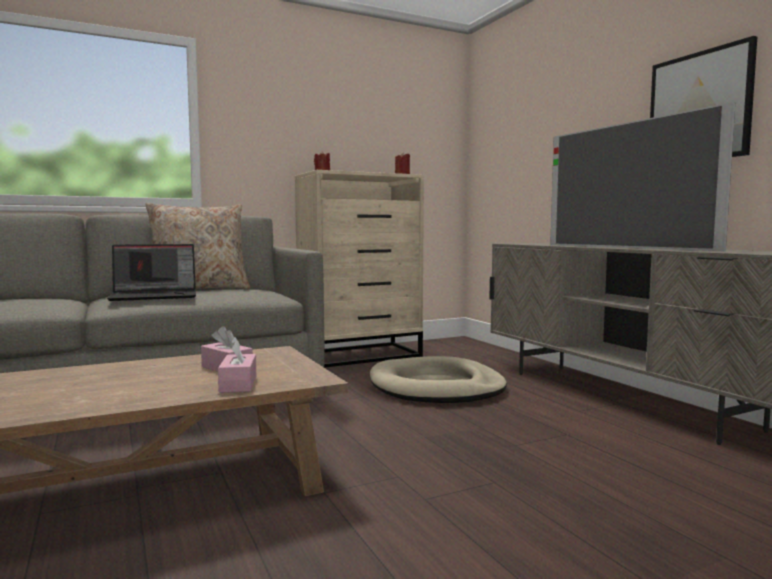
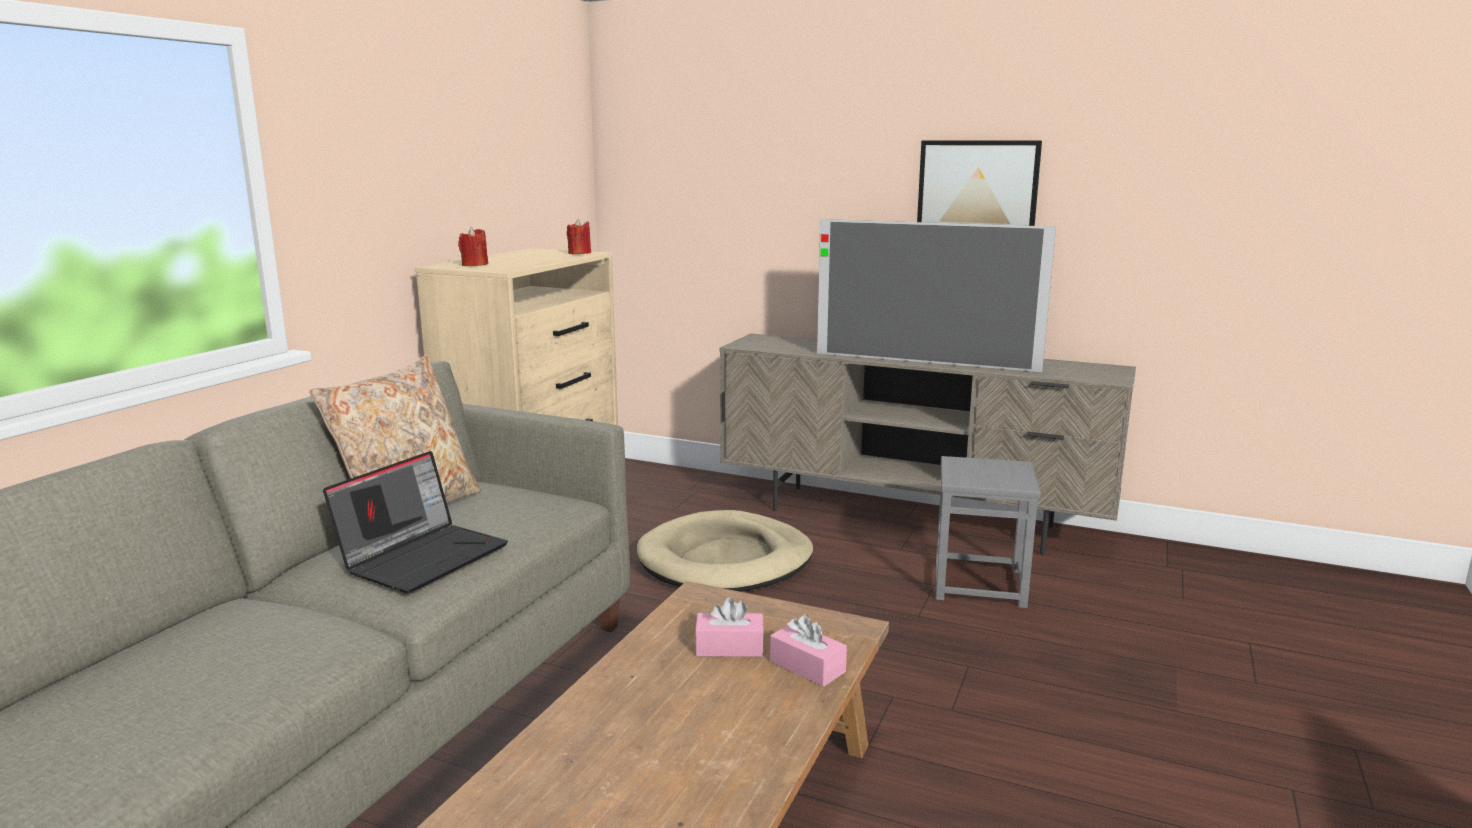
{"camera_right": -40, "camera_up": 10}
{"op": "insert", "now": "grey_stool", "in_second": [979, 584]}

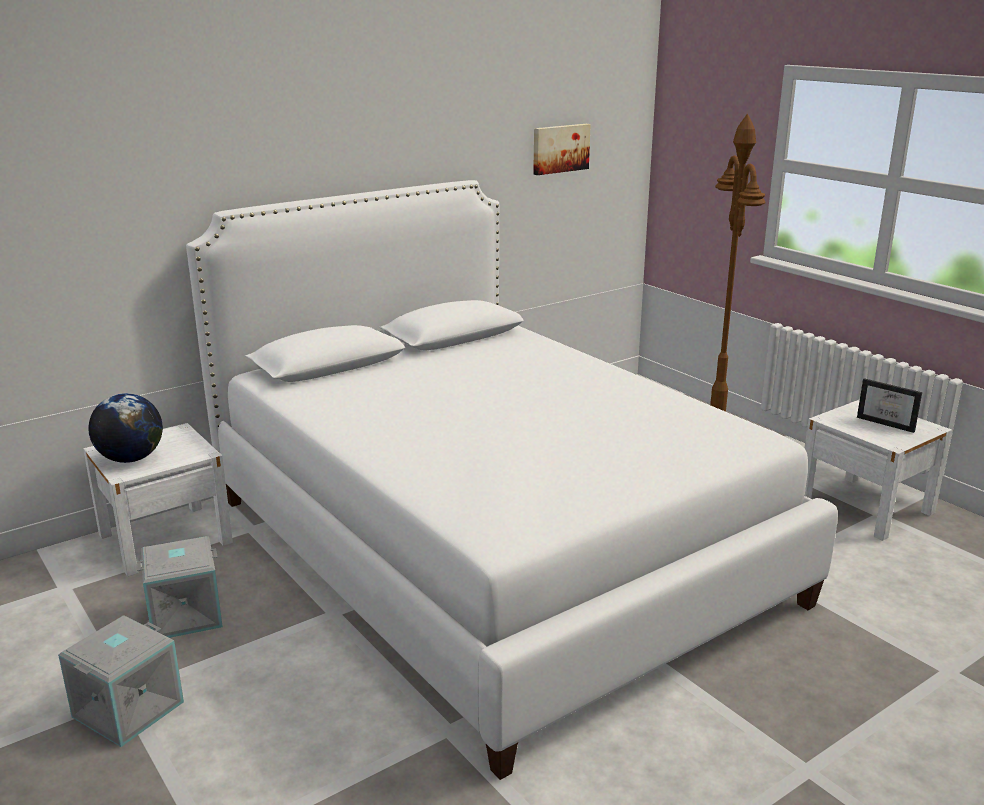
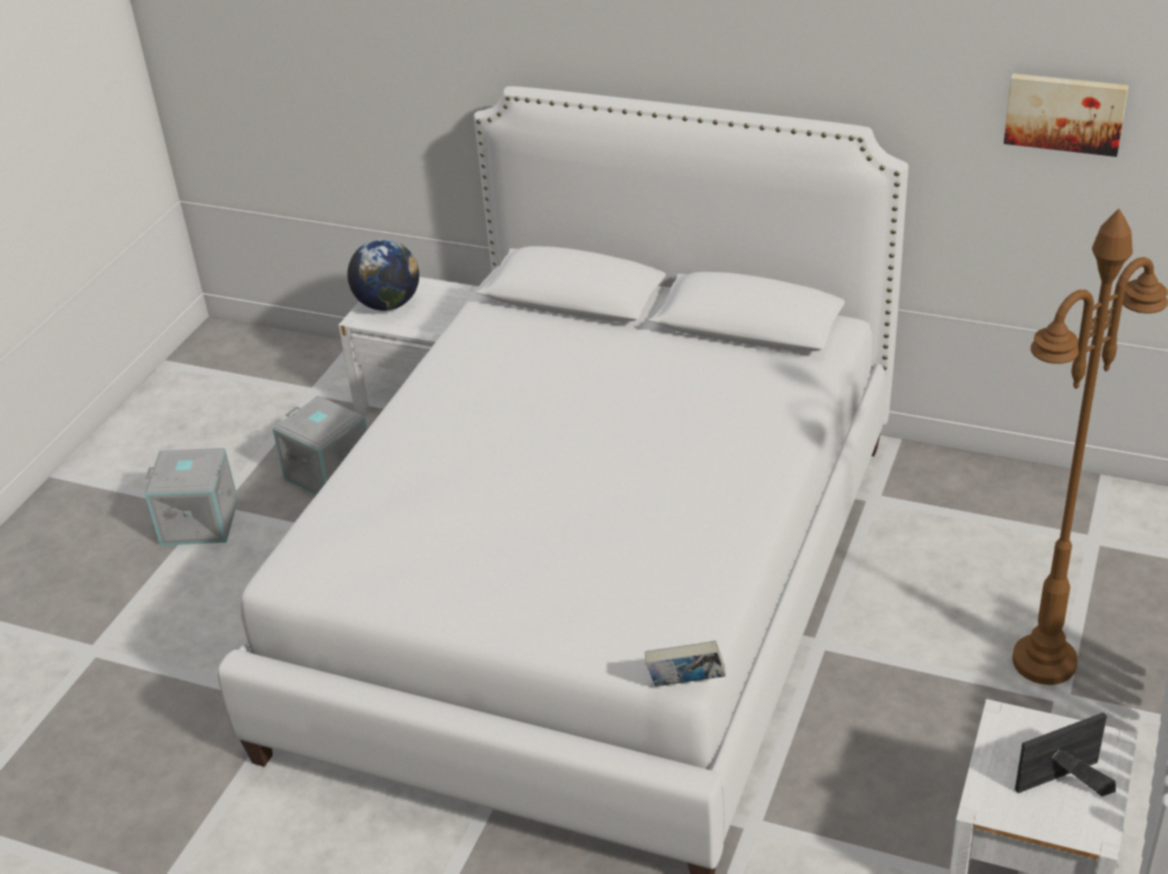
{"camera_right": 60, "camera_up": 15}
{"op": "insert", "now": "book", "in_second": [685, 685]}
{"op": "rotate", "was": "picture_frame", "in_first": [888, 423], "in_second": [1060, 783], "clockwise": 60}

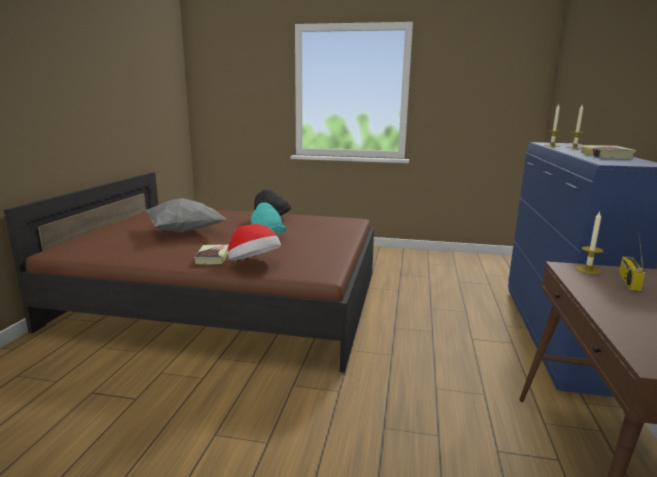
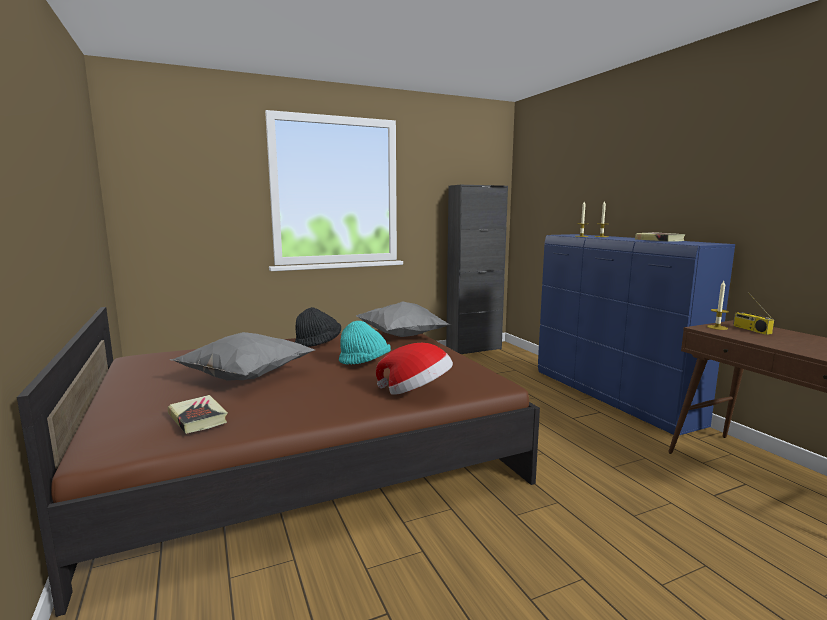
{"camera_right": -35, "camera_up": -5}
{"op": "move", "was": "book", "in_first": [212, 257], "in_second": [198, 418]}
{"op": "insert", "now": "grey_pillow", "in_second": [403, 337]}
{"op": "insert", "now": "black_cabinet", "in_second": [473, 349]}

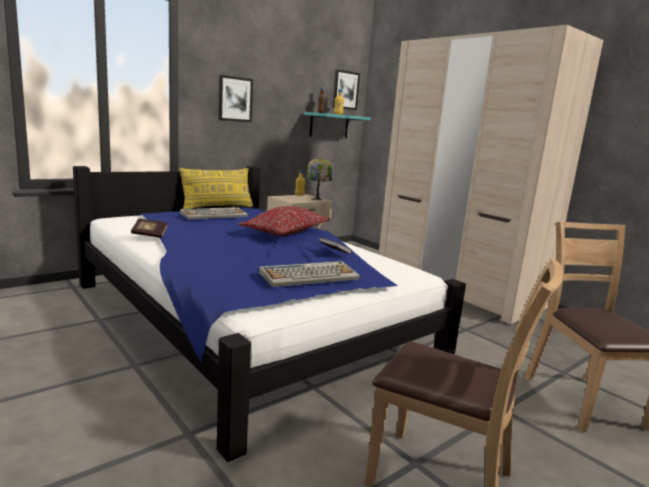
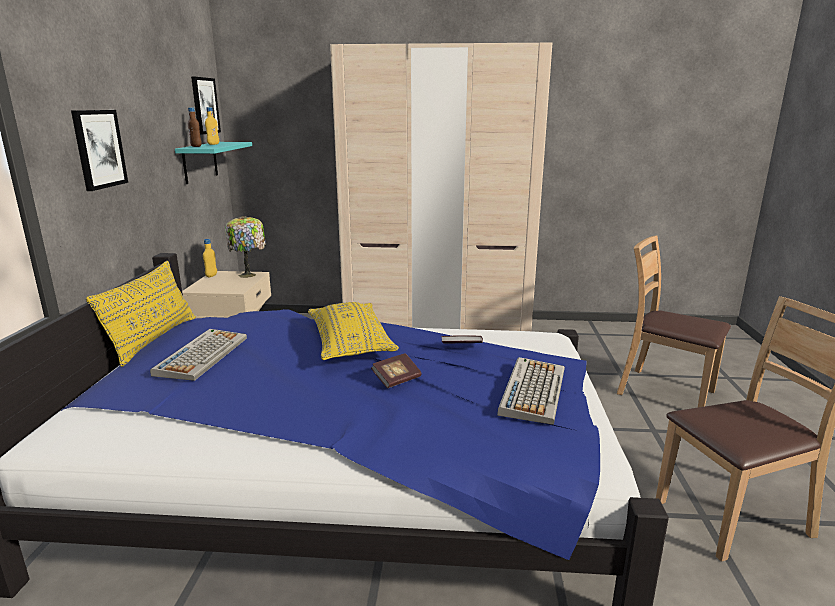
{"camera_right": -45, "camera_up": 5}
{"op": "recolor", "was": "red_pillow", "now": "yellow_pillow", "in_first": [286, 233], "in_second": [350, 344]}
{"op": "move", "was": "book", "in_first": [149, 235], "in_second": [396, 379]}

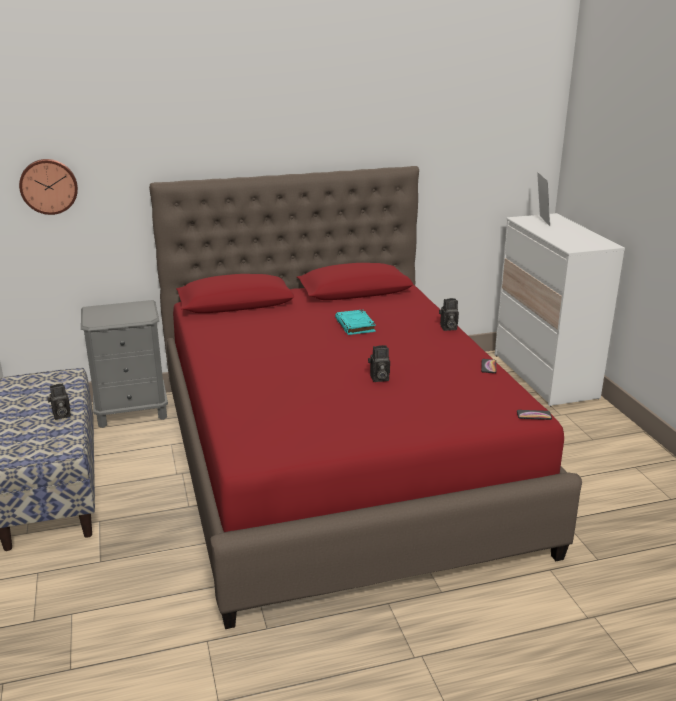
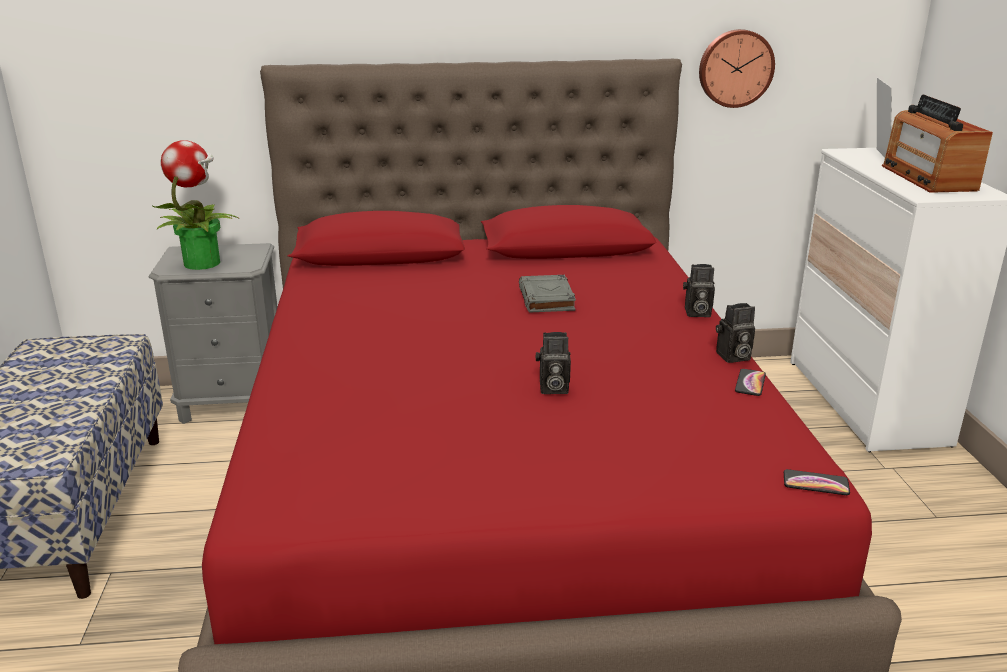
{"camera_right": 10, "camera_up": 0}
{"op": "insert", "now": "potted_plant", "in_second": [202, 262]}
{"op": "recolor", "was": "turquoise_book", "now": "grey_book", "in_first": [355, 325], "in_second": [547, 299]}
{"op": "move", "was": "wall_clock", "in_first": [49, 186], "in_second": [735, 68]}
{"op": "move", "was": "photo_camera", "in_first": [61, 415], "in_second": [732, 357]}
{"op": "insert", "now": "radio", "in_second": [928, 178]}

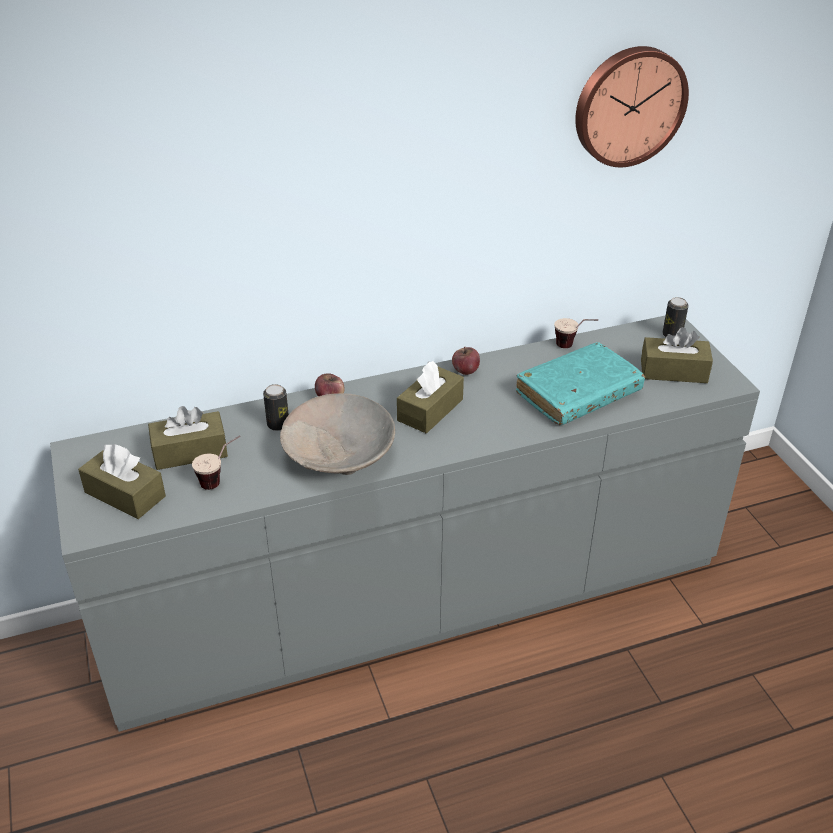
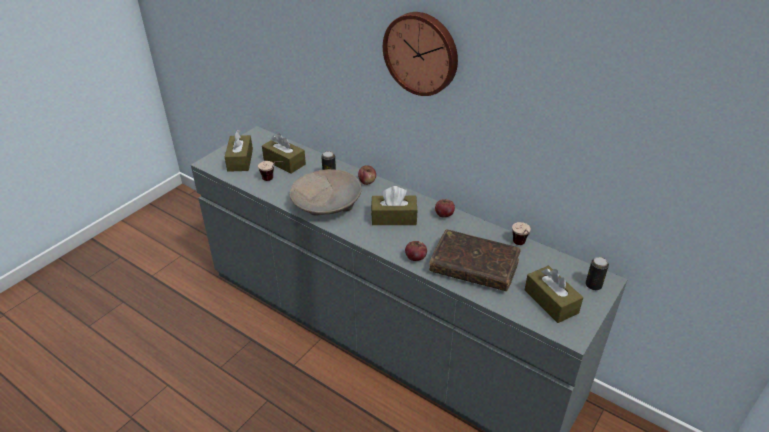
{"camera_right": 55, "camera_up": 0}
{"op": "move", "was": "wall_clock", "in_first": [628, 105], "in_second": [422, 53]}
{"op": "insert", "now": "apple", "in_second": [415, 257]}
{"op": "recolor", "was": "turquoise_book", "now": "brown_book", "in_first": [578, 394], "in_second": [474, 267]}

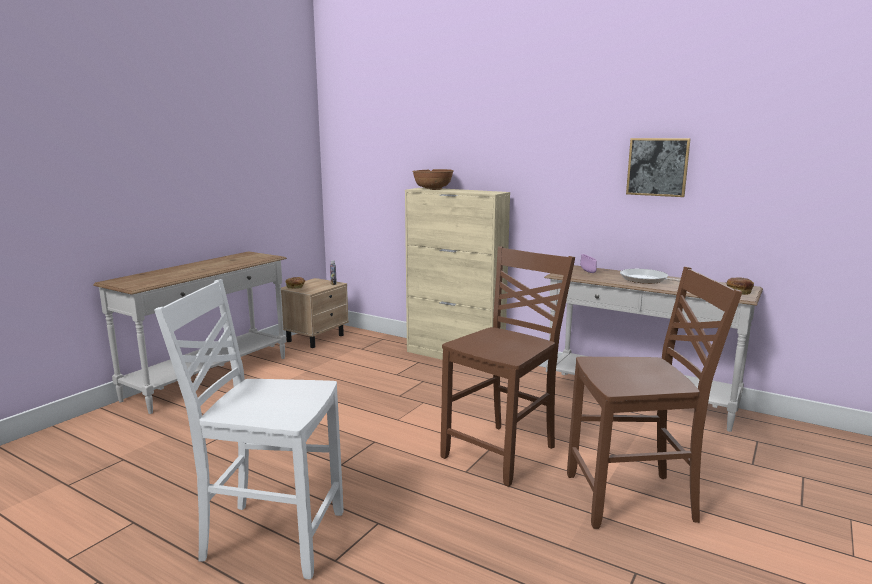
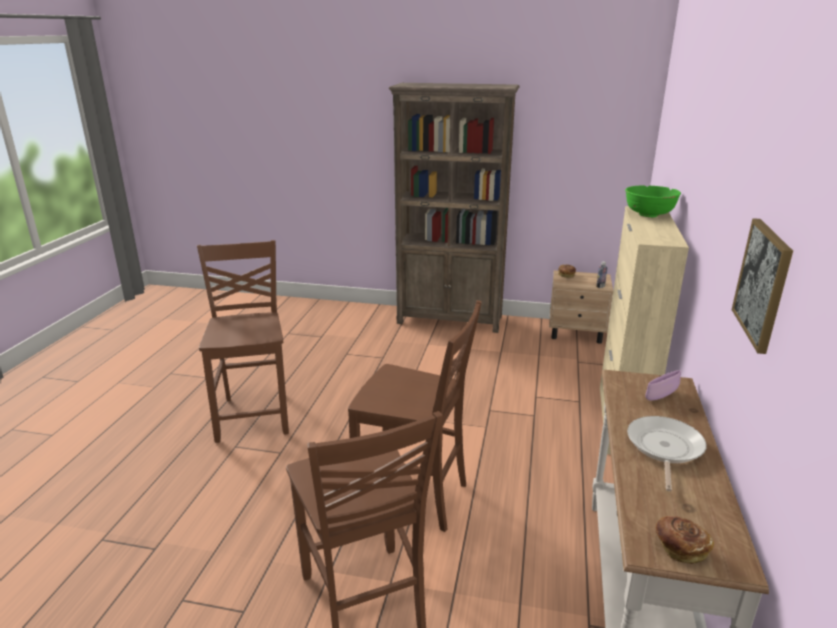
{"camera_right": 70, "camera_up": 10}
{"op": "recolor", "was": "white_chair", "now": "brown_chair", "in_first": [271, 536], "in_second": [255, 415]}
{"op": "replace", "was": "white_console_table", "now": "brown_bookcase", "in_first": [210, 378], "in_second": [450, 320]}
{"op": "recolor", "was": "brown_bowl", "now": "green_bowl", "in_first": [433, 189], "in_second": [648, 214]}

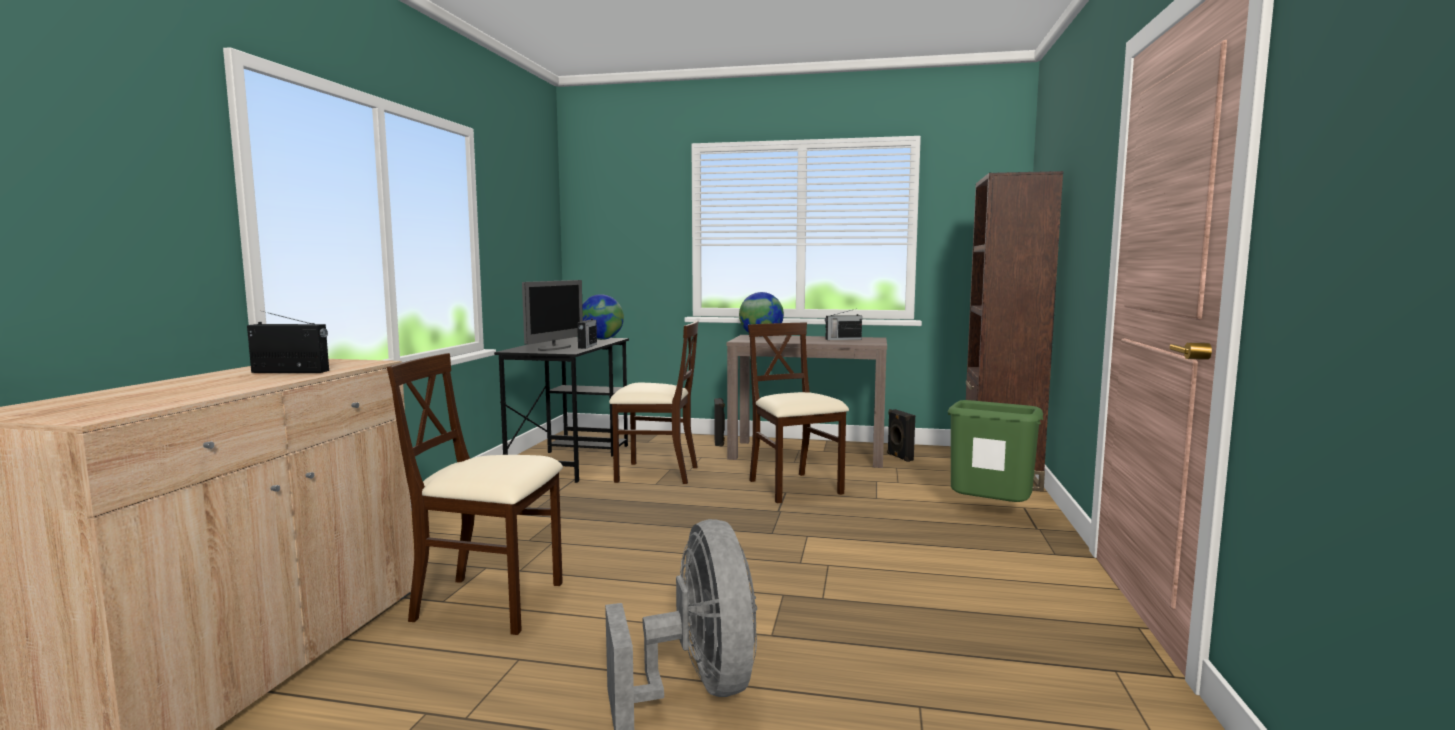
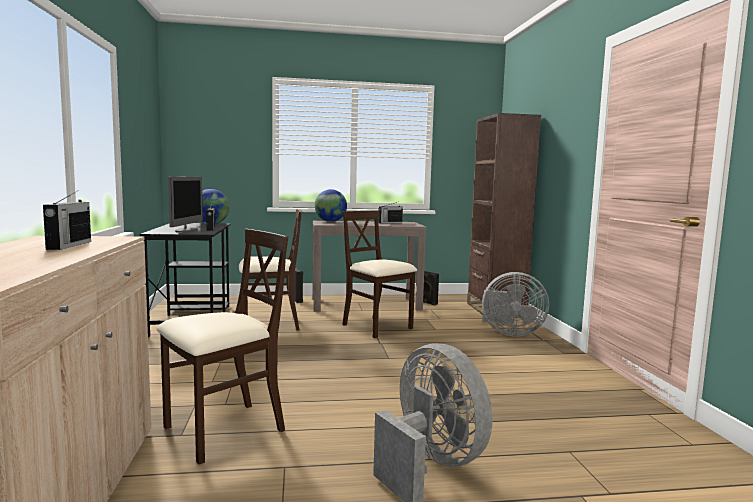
{"camera_right": -20, "camera_up": 0}
{"op": "rotate", "was": "radio", "in_first": [291, 371], "in_second": [68, 245], "clockwise": 105}
{"op": "rotate", "was": "beige_chair", "in_first": [490, 603], "in_second": [223, 430], "clockwise": 150}
{"op": "replace", "was": "green_trash_can", "now": "grey_fan", "in_first": [990, 513], "in_second": [509, 333]}

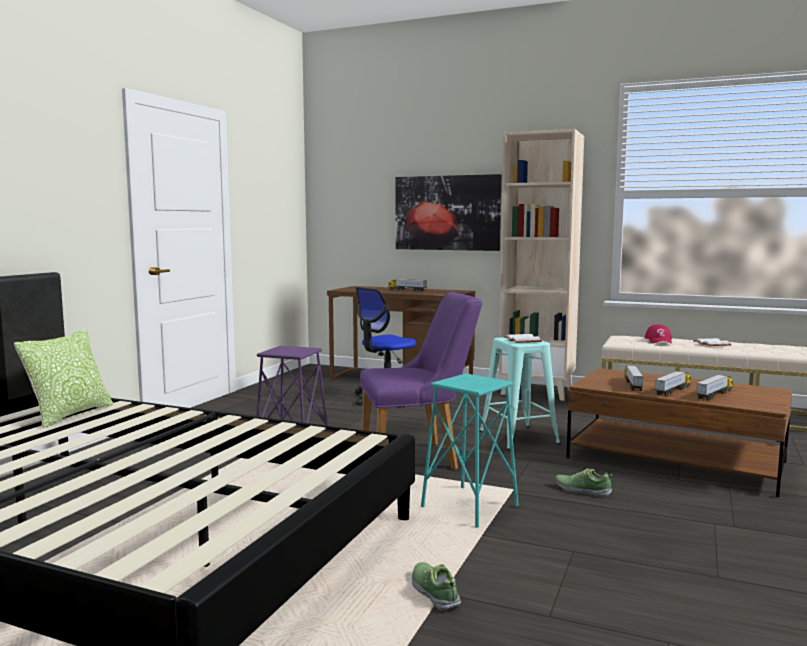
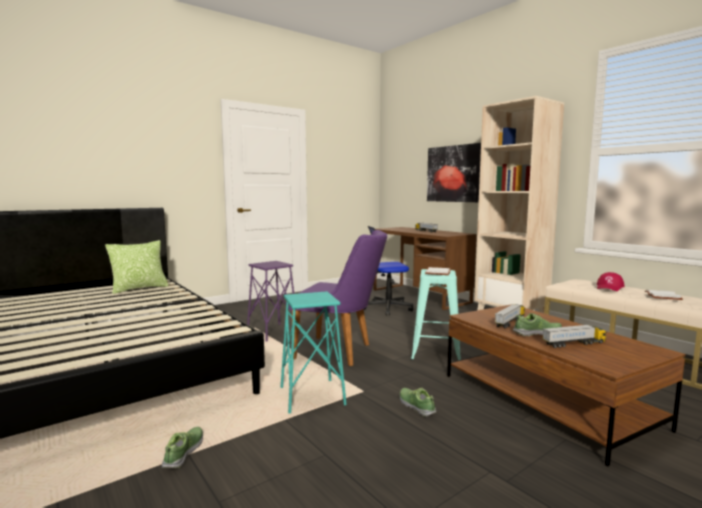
{"camera_right": 30, "camera_up": 0}
{"op": "replace", "was": "toy_truck", "now": "shoe", "in_first": [672, 391], "in_second": [537, 333]}

